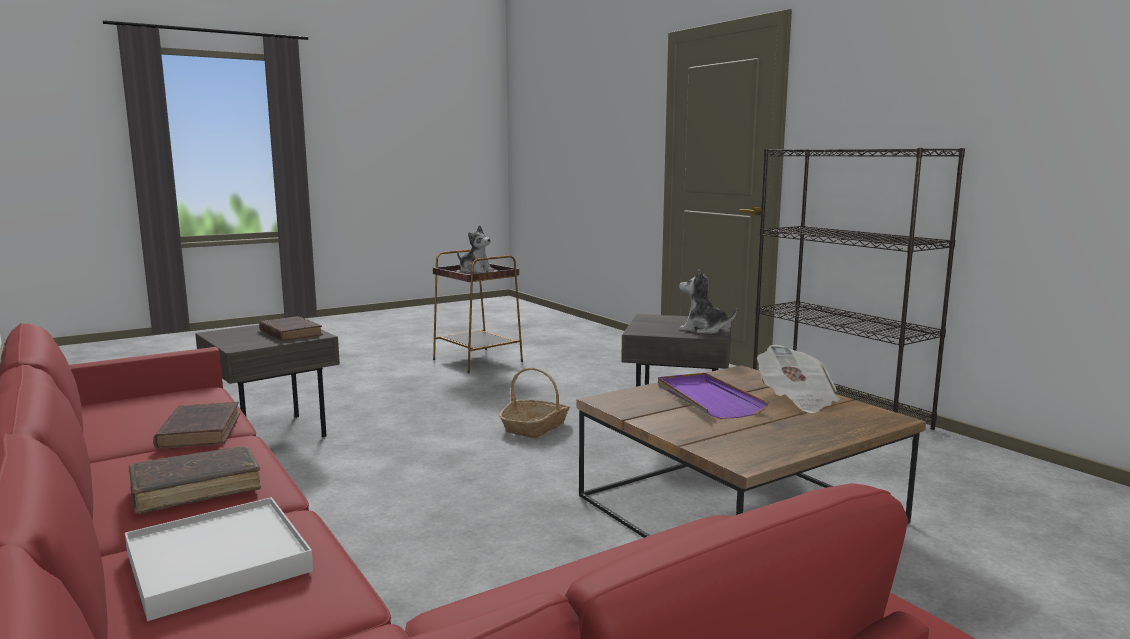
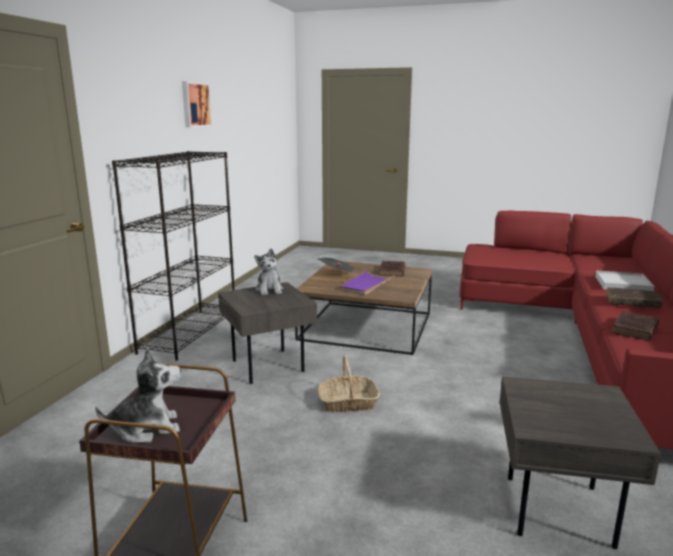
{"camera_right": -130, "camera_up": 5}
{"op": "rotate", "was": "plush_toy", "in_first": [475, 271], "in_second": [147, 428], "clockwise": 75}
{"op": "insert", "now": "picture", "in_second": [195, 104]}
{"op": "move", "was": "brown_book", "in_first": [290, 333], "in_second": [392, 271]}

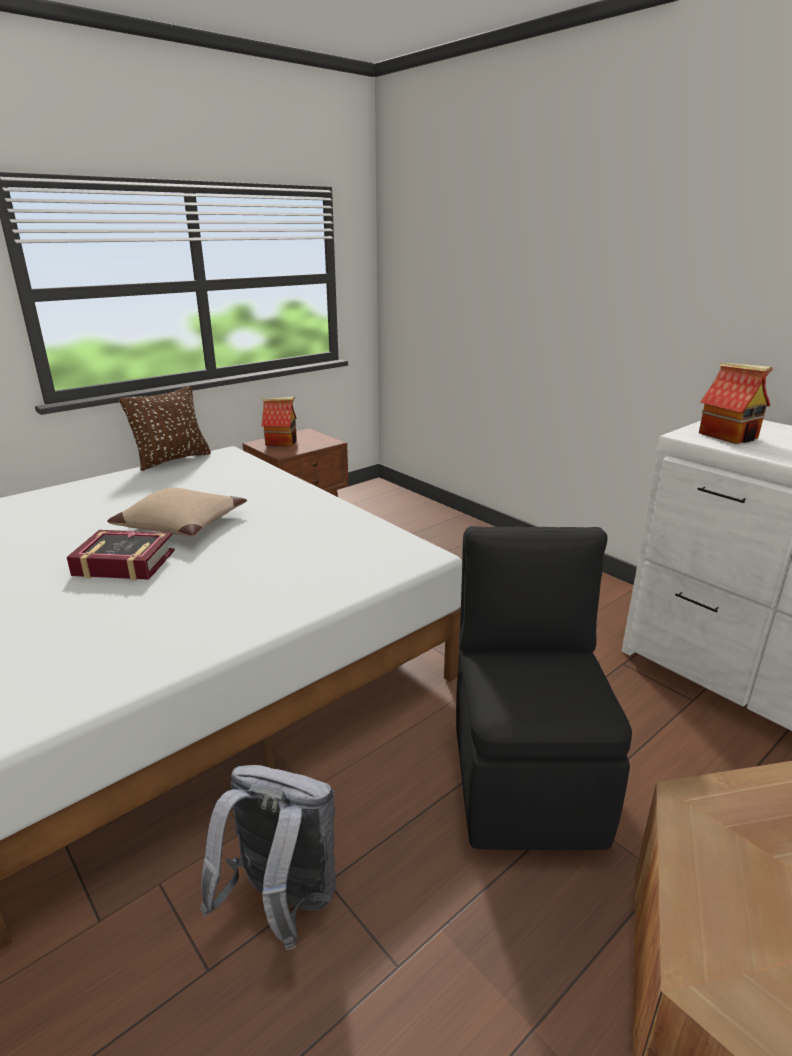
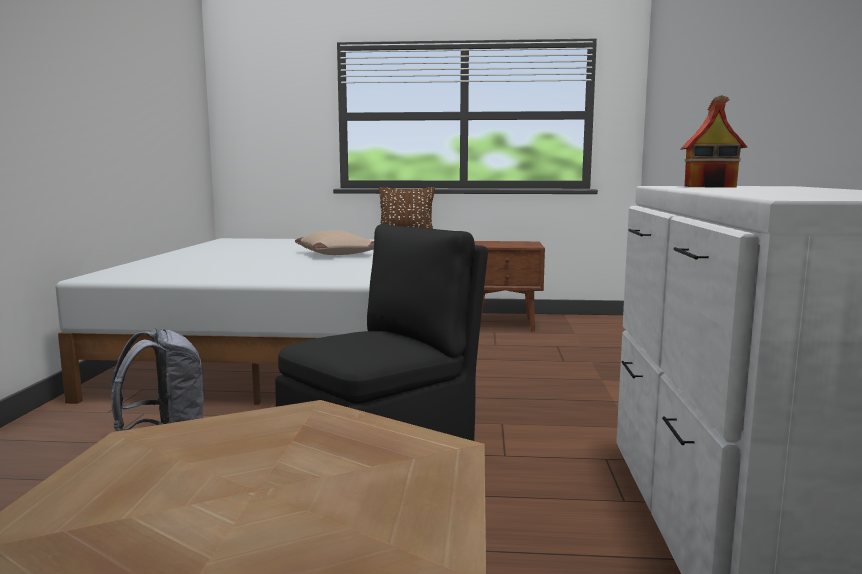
{"camera_right": 45, "camera_up": -15}
{"op": "delete", "was": "book", "in_first": [124, 563]}
{"op": "delete", "was": "toy_house", "in_first": [282, 442]}

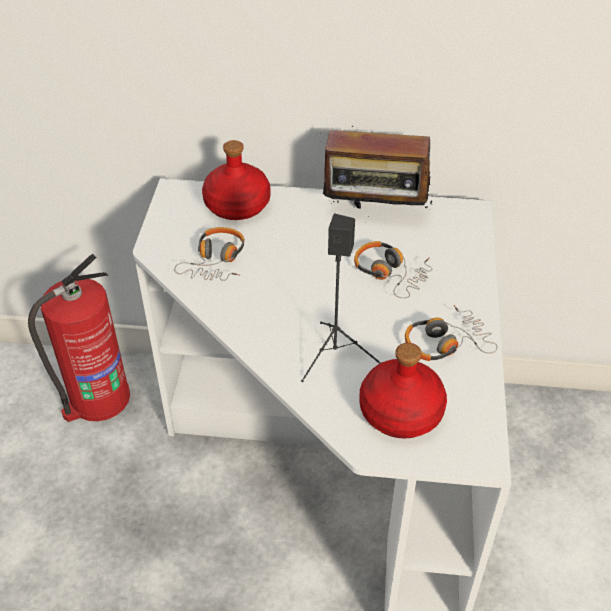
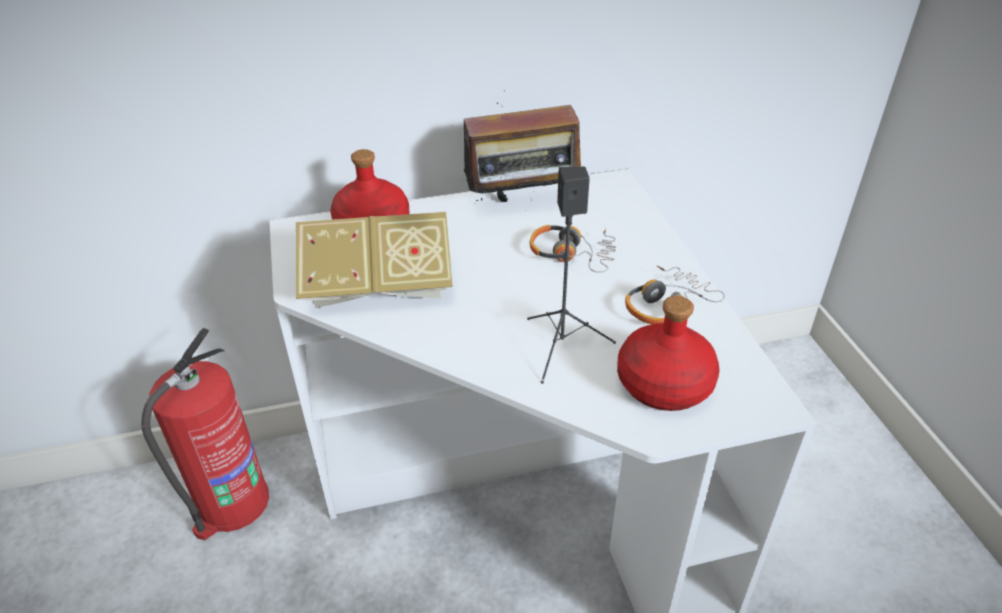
{"camera_right": -20, "camera_up": -5}
{"op": "replace", "was": "headphones", "now": "book", "in_first": [216, 261], "in_second": [378, 287]}

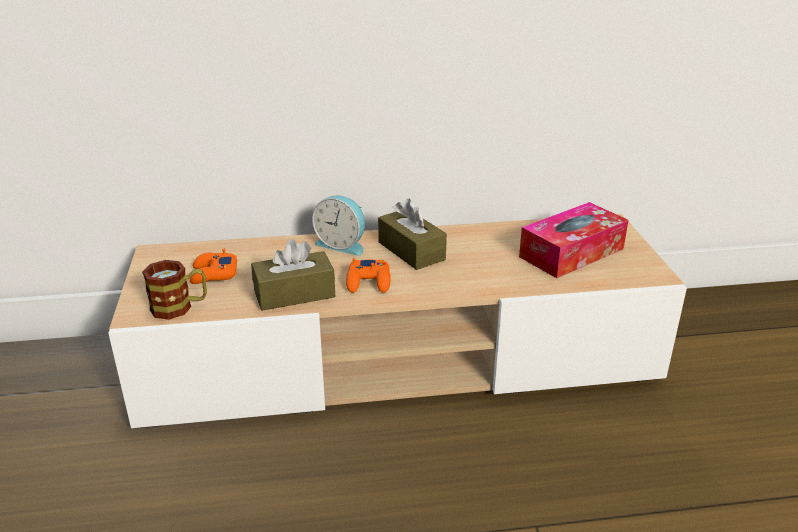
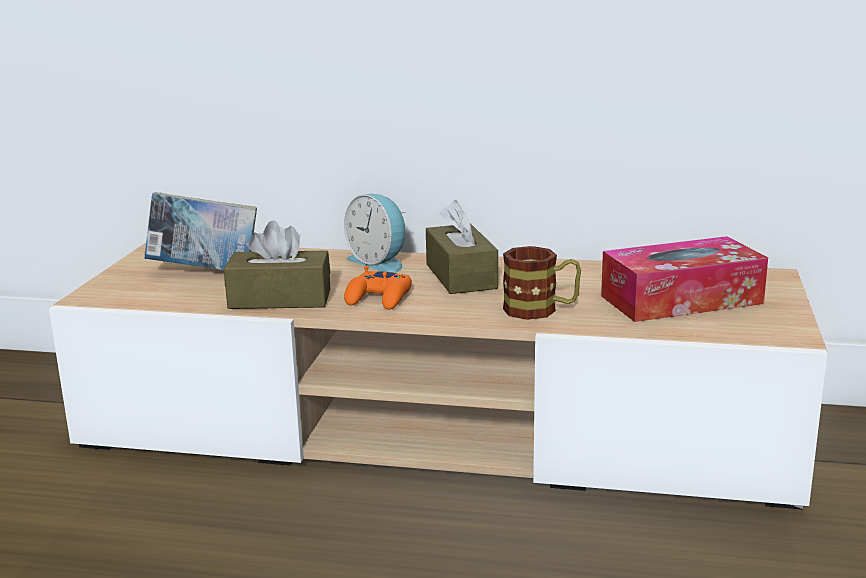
{"camera_right": 20, "camera_up": -10}
{"op": "replace", "was": "orange_game_controller", "now": "book", "in_first": [213, 274], "in_second": [205, 272]}
{"op": "move", "was": "mug", "in_first": [180, 307], "in_second": [541, 310]}

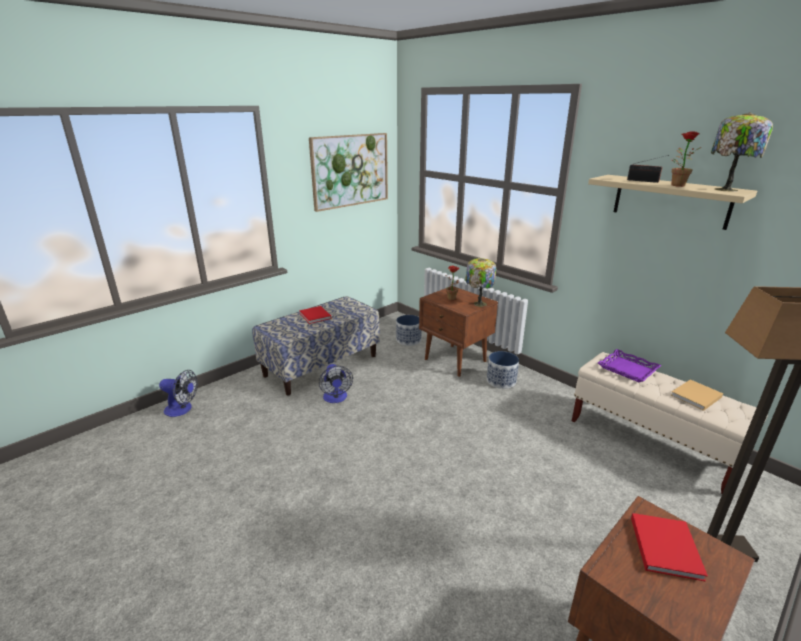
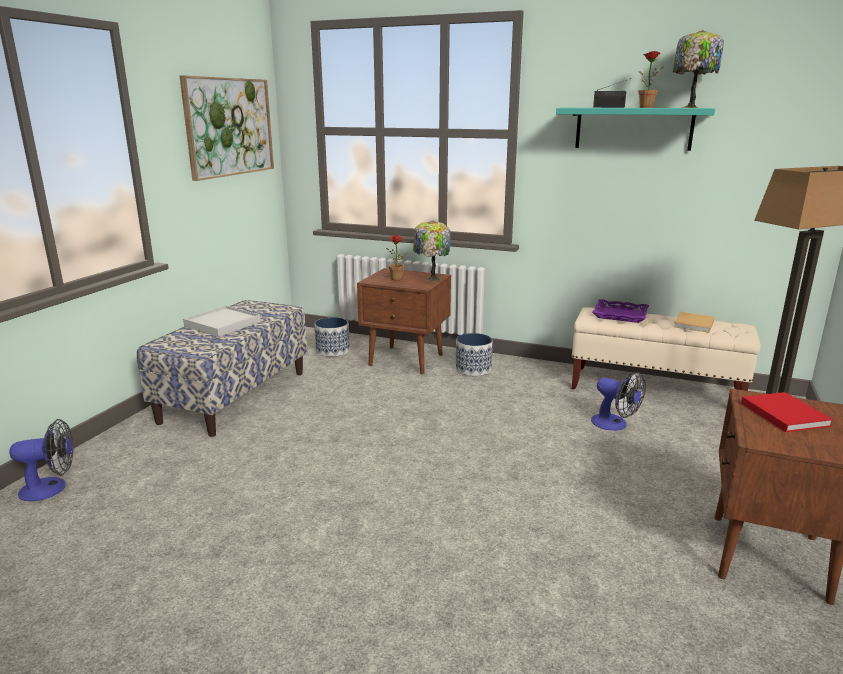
{"camera_right": -25, "camera_up": -5}
{"op": "replace", "was": "red_book", "now": "white_tray", "in_first": [315, 316], "in_second": [222, 324]}
{"op": "recolor", "was": "beige_shelf", "now": "turquoise_shelf", "in_first": [670, 201], "in_second": [633, 128]}
{"op": "move", "was": "fan", "in_first": [336, 398], "in_second": [614, 424]}

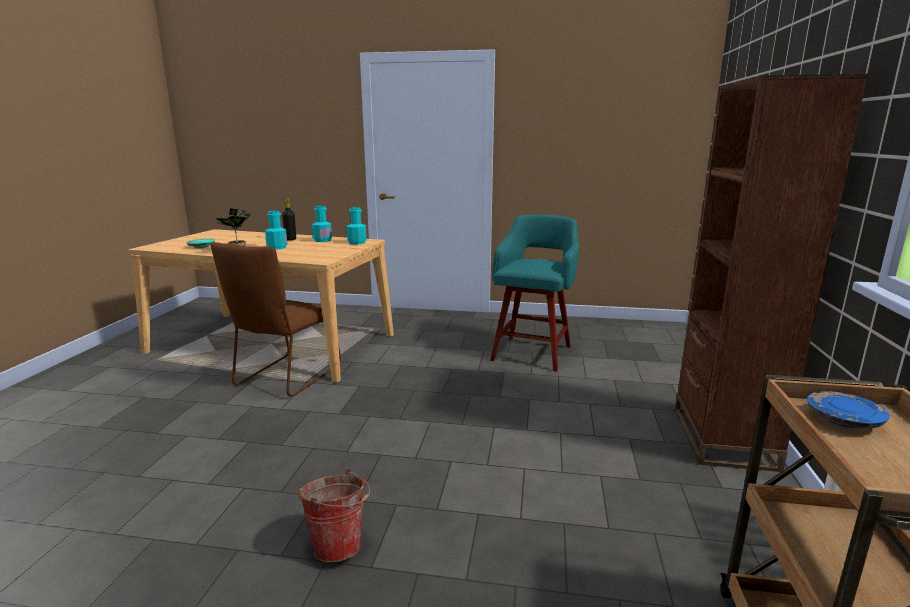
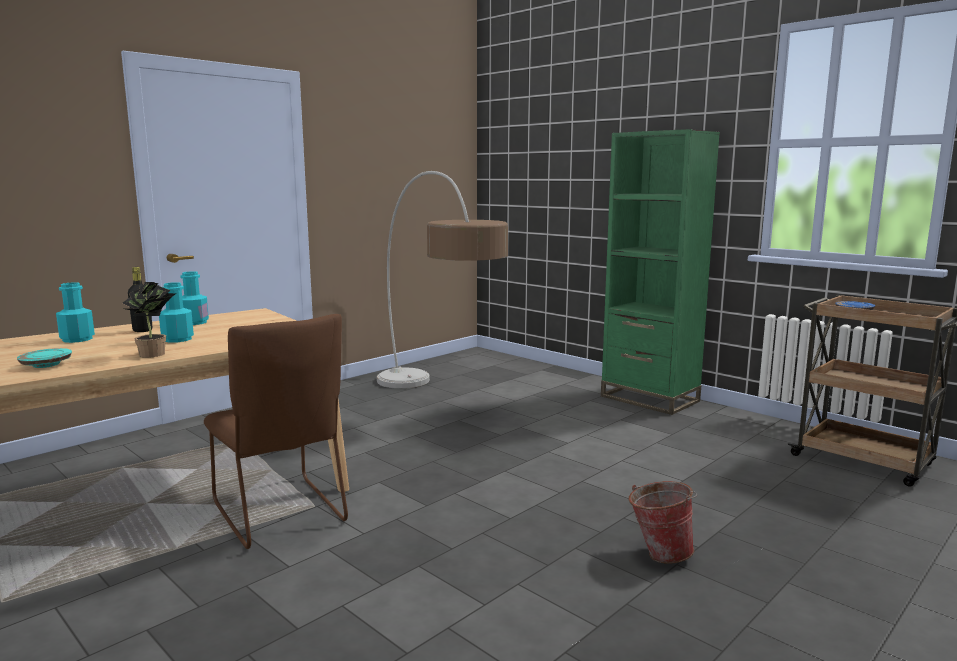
{"camera_right": -55, "camera_up": -5}
{"op": "move", "was": "turquoise_bottle", "in_first": [357, 242], "in_second": [77, 339]}
{"op": "replace", "was": "turquoise_stool", "now": "floor_lamp", "in_first": [532, 352], "in_second": [439, 400]}
{"op": "recolor", "was": "brown_bookcase", "now": "green_bookcase", "in_first": [722, 438], "in_second": [649, 399]}

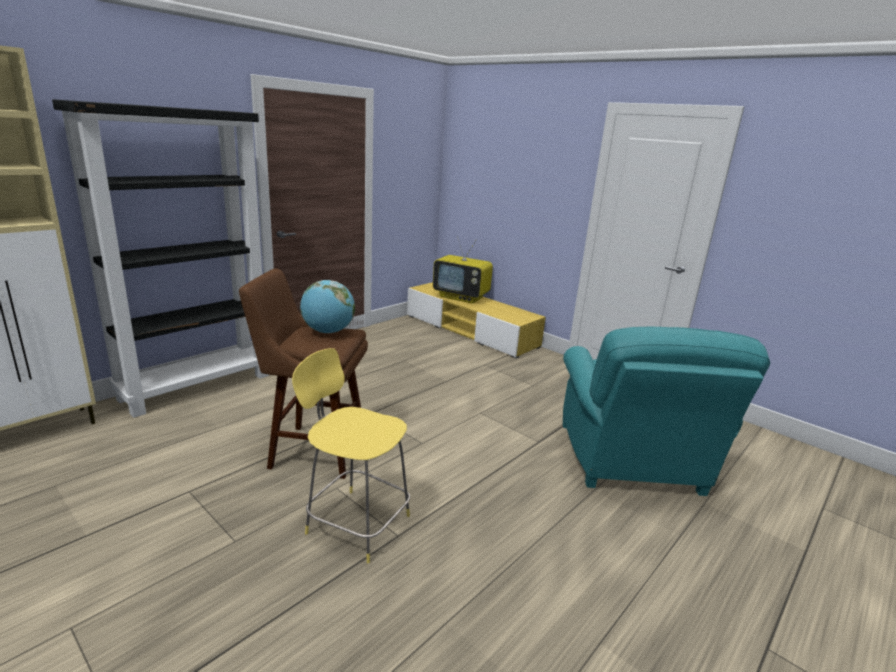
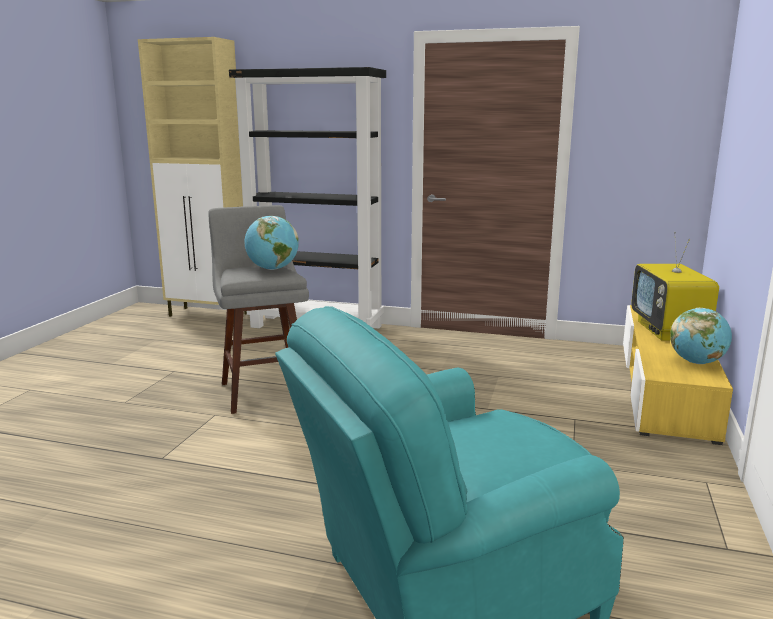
{"camera_right": 65, "camera_up": -5}
{"op": "recolor", "was": "brown_stool", "now": "grey_stool", "in_first": [312, 450], "in_second": [264, 389]}
{"op": "insert", "now": "globe", "in_second": [697, 362]}
{"op": "delete", "was": "yellow_stool", "in_first": [355, 523]}

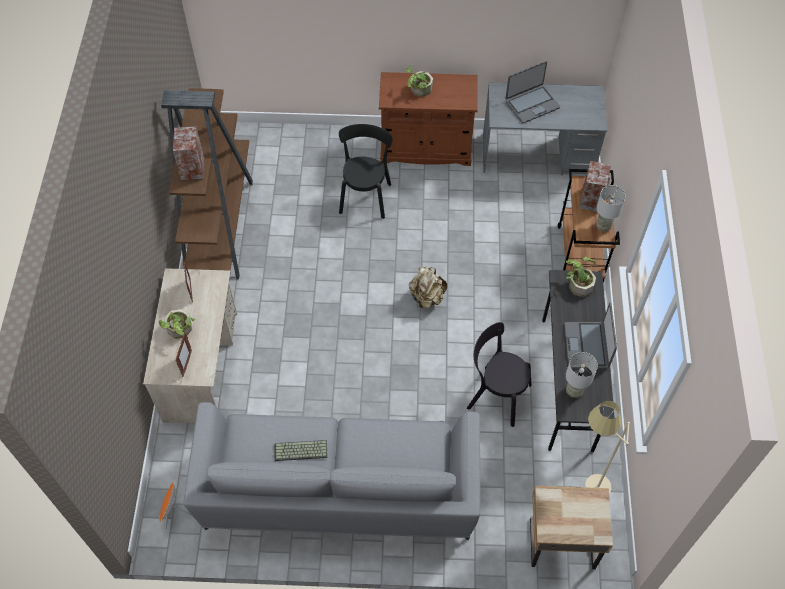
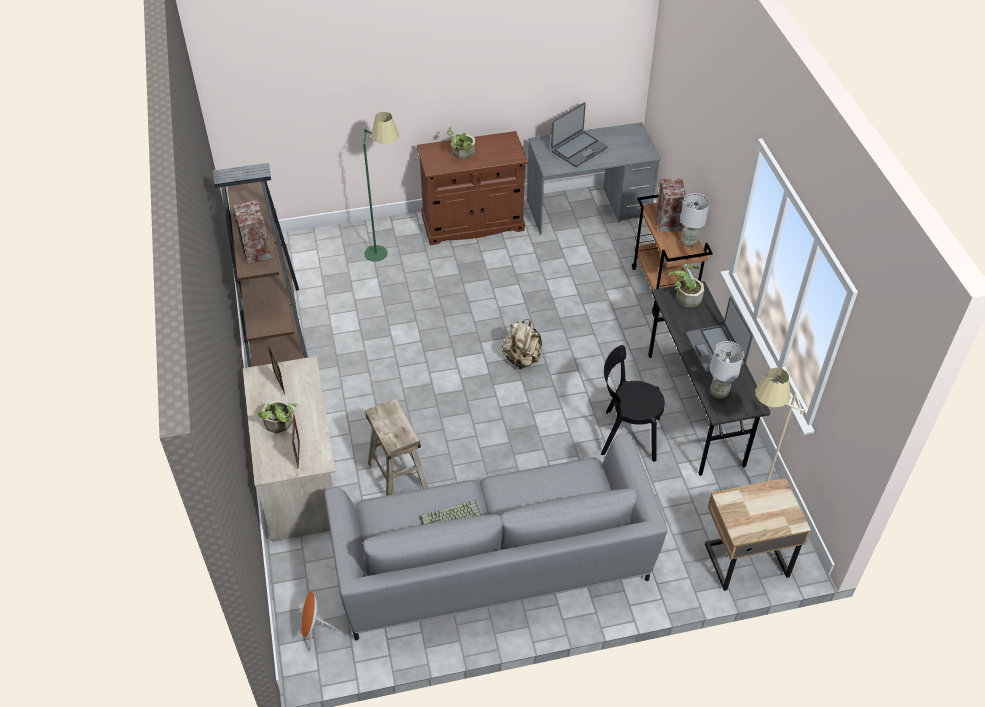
{"camera_right": -15, "camera_up": -10}
{"op": "insert", "now": "green_floor_lamp", "in_second": [386, 251]}
{"op": "insert", "now": "beige_stool", "in_second": [398, 475]}
{"op": "delete", "was": "black_chair", "in_first": [365, 196]}

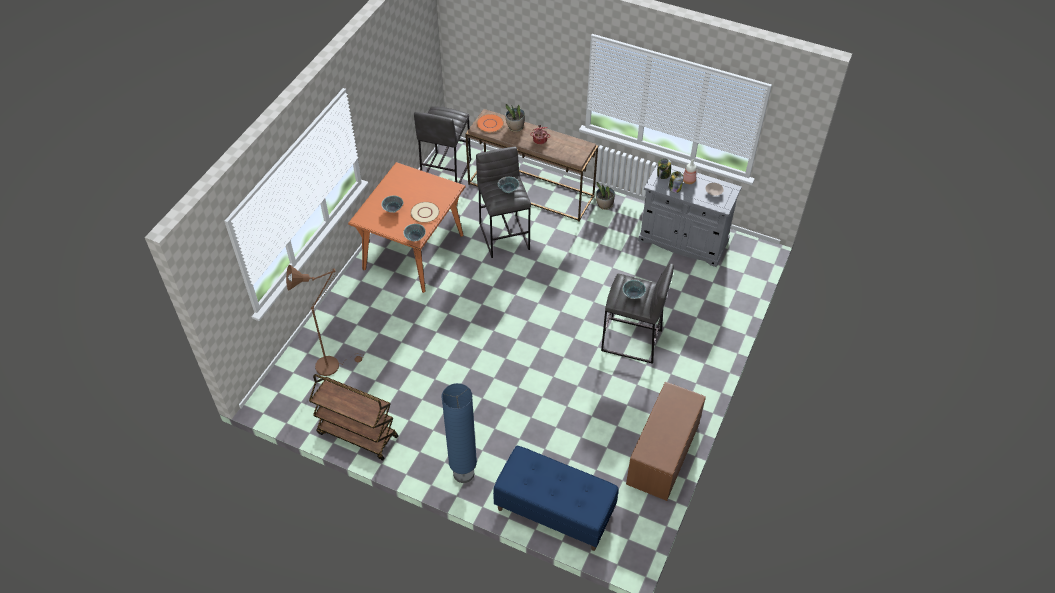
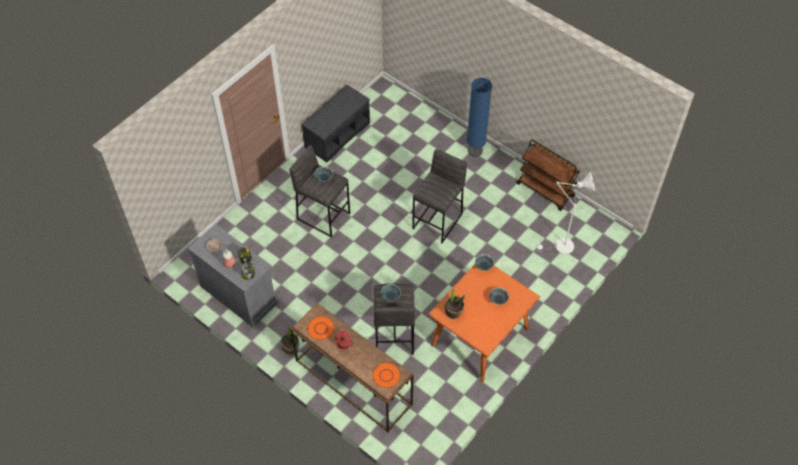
{"camera_right": -165, "camera_up": 5}
{"op": "recolor", "was": "brown_bench", "now": "grey_bench", "in_first": [663, 455], "in_second": [337, 134]}
{"op": "insert", "now": "orange_plate", "in_second": [321, 328]}
{"op": "move", "was": "grey_stool", "in_first": [445, 171], "in_second": [438, 221]}
{"op": "move", "was": "potted_plant", "in_first": [515, 127], "in_second": [453, 312]}
{"op": "recolor", "was": "brown_floor_lamp", "now": "white_floor_lamp", "in_first": [332, 364], "in_second": [560, 247]}
{"op": "delete", "was": "beige_plate", "in_first": [424, 213]}
{"op": "delete", "was": "blue_bench", "in_first": [554, 511]}

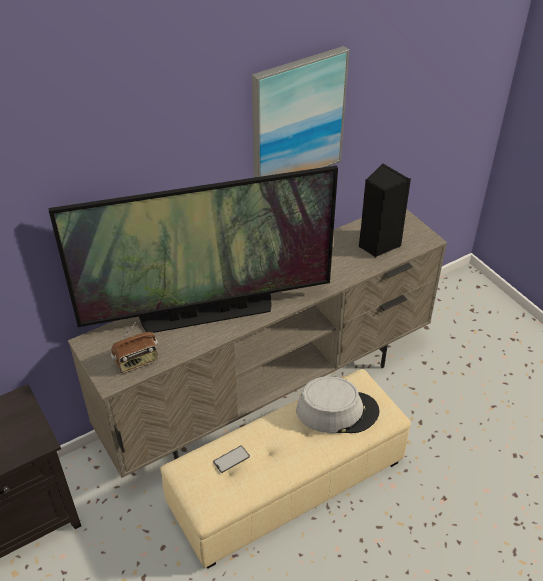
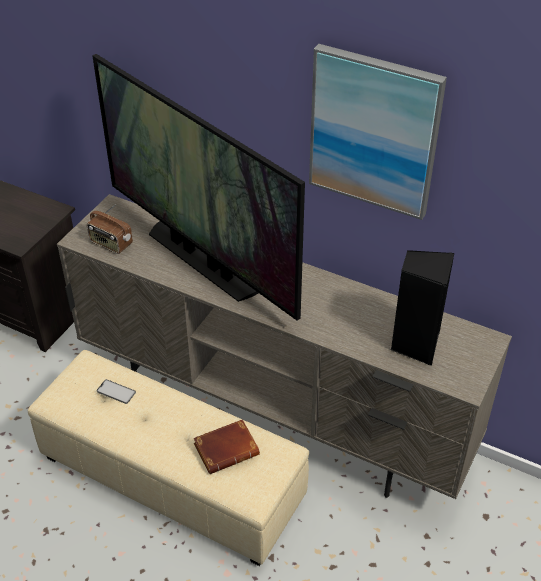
{"camera_right": 60, "camera_up": 0}
{"op": "replace", "was": "grey_hat", "now": "brown_book", "in_first": [337, 411], "in_second": [227, 448]}

